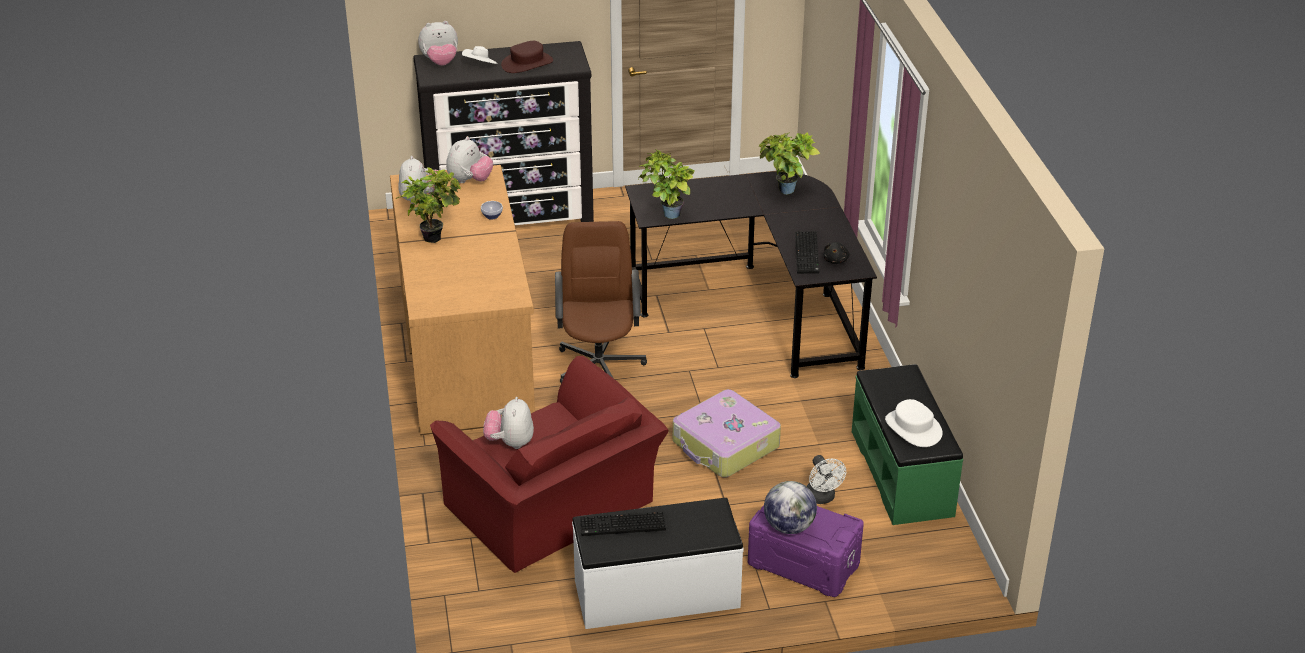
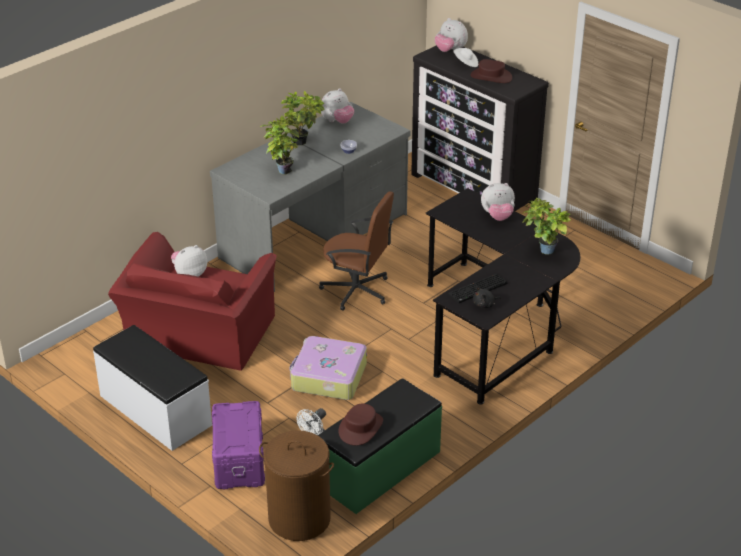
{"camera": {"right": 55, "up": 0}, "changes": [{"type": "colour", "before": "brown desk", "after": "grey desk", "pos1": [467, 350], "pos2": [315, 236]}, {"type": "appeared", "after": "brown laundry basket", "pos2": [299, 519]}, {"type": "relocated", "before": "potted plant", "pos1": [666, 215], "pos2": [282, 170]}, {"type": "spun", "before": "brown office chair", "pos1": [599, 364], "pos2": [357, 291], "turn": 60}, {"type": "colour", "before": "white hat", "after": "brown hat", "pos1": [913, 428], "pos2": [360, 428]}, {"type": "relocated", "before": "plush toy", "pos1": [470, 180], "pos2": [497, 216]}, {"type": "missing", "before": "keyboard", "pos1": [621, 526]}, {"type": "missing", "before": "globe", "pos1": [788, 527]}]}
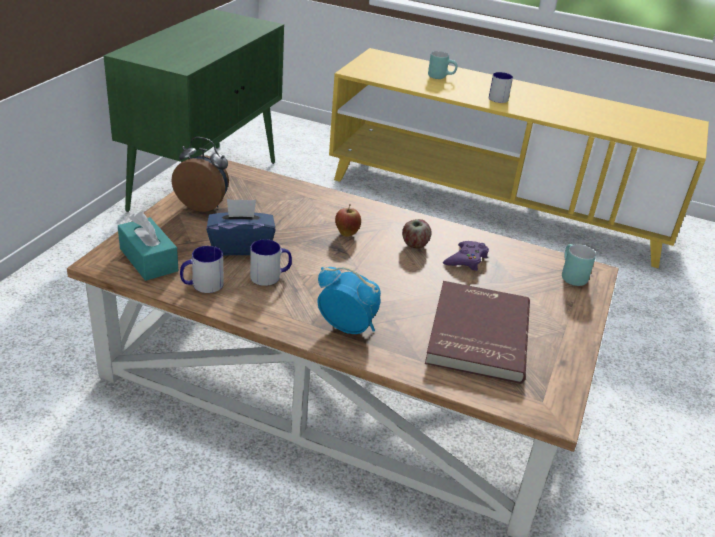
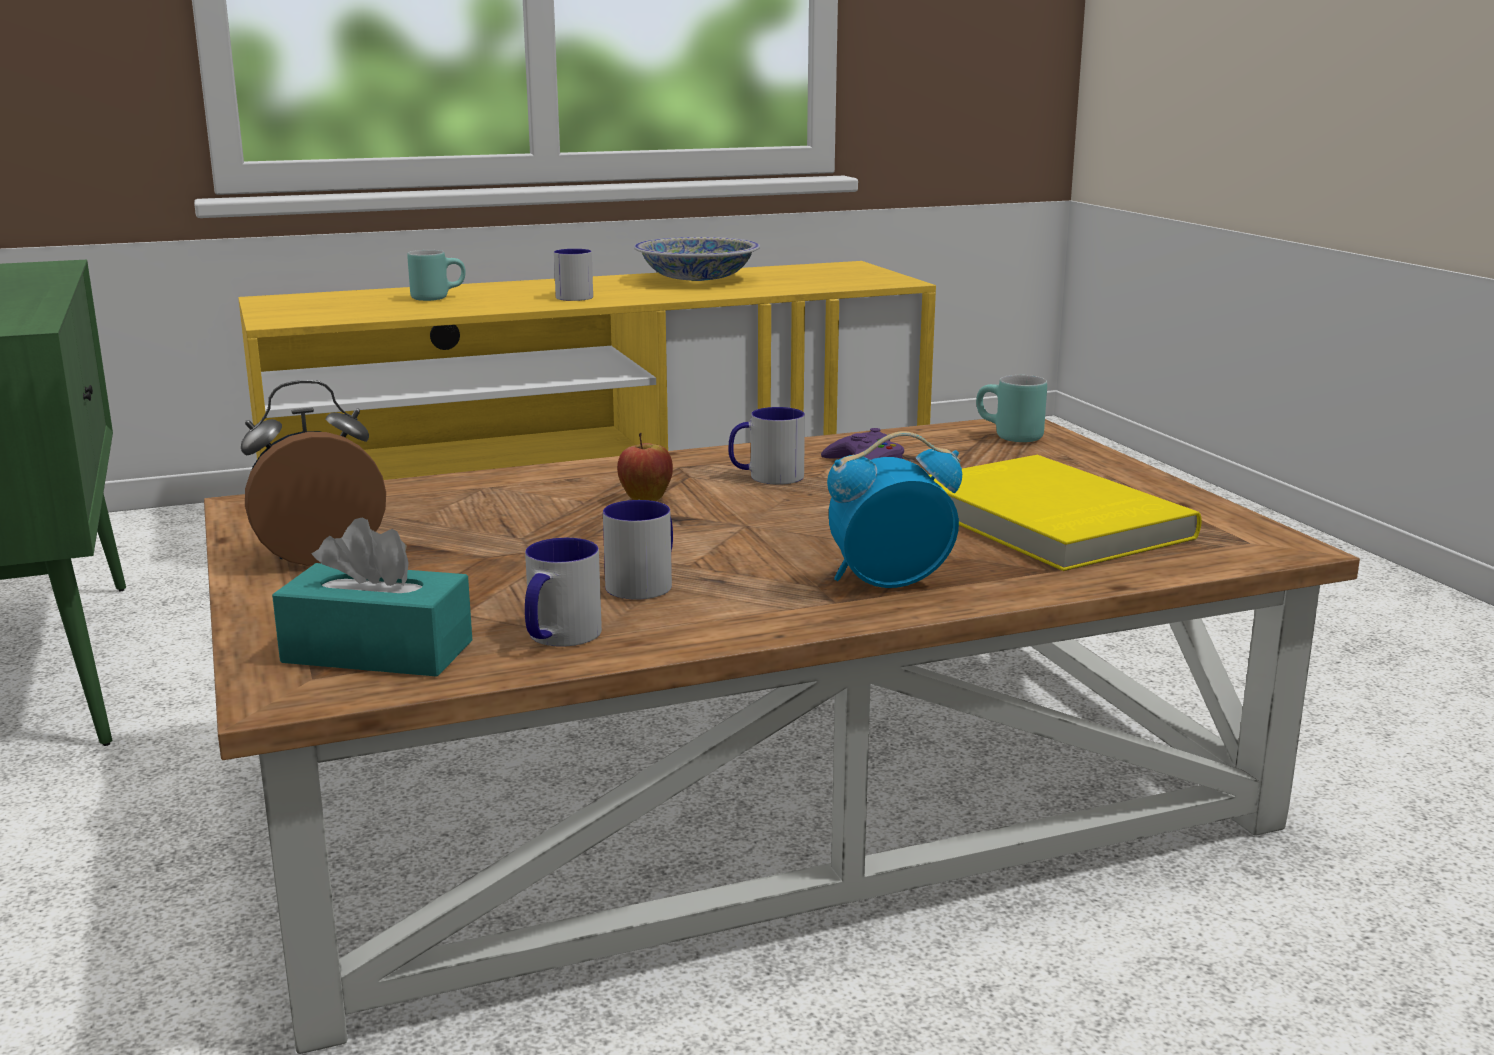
{"camera": {"right": -40, "up": -15}, "changes": [{"type": "appeared", "after": "bowl", "pos2": [697, 279]}, {"type": "exchanged", "before": "apple", "after": "mug", "pos1": [414, 245], "pos2": [766, 477]}, {"type": "colour", "before": "red book", "after": "yellow book", "pos1": [476, 334], "pos2": [1045, 521]}, {"type": "missing", "before": "blue tissue box", "pos1": [241, 247]}]}
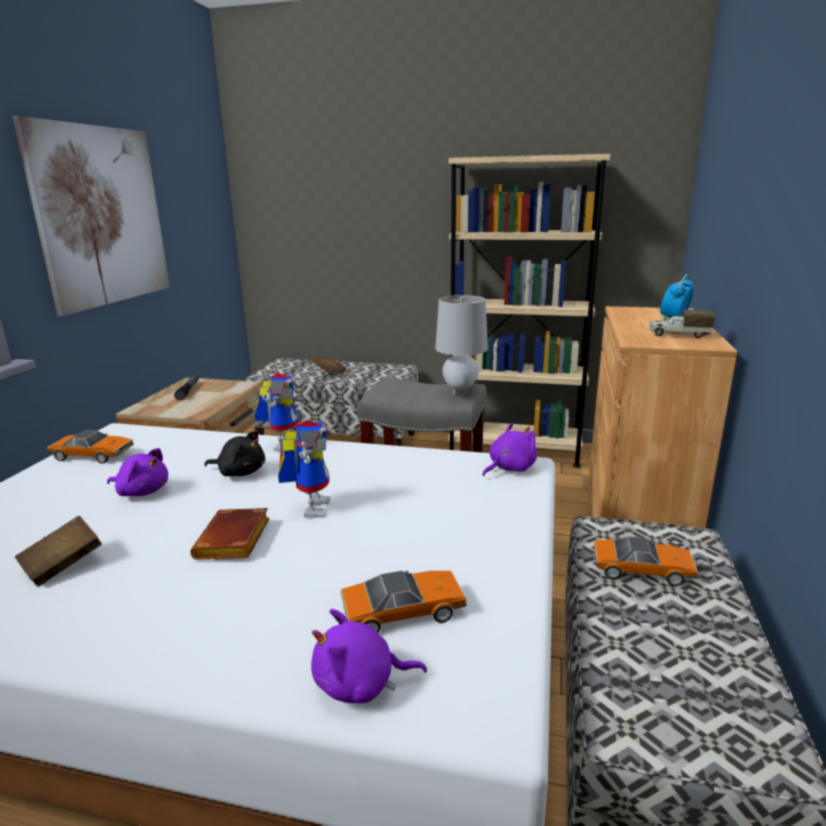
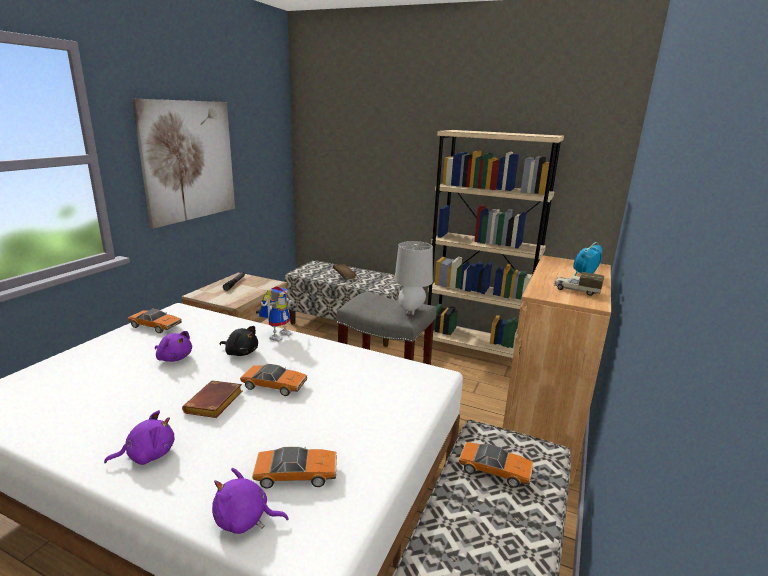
{"camera": {"right": 10, "up": 0}, "changes": [{"type": "relocated", "before": "purple plush toy", "pos1": [509, 468], "pos2": [147, 454]}, {"type": "exchanged", "before": "toy robot", "after": "toy car", "pos1": [311, 506], "pos2": [274, 385]}, {"type": "missing", "before": "brown book", "pos1": [63, 565]}]}
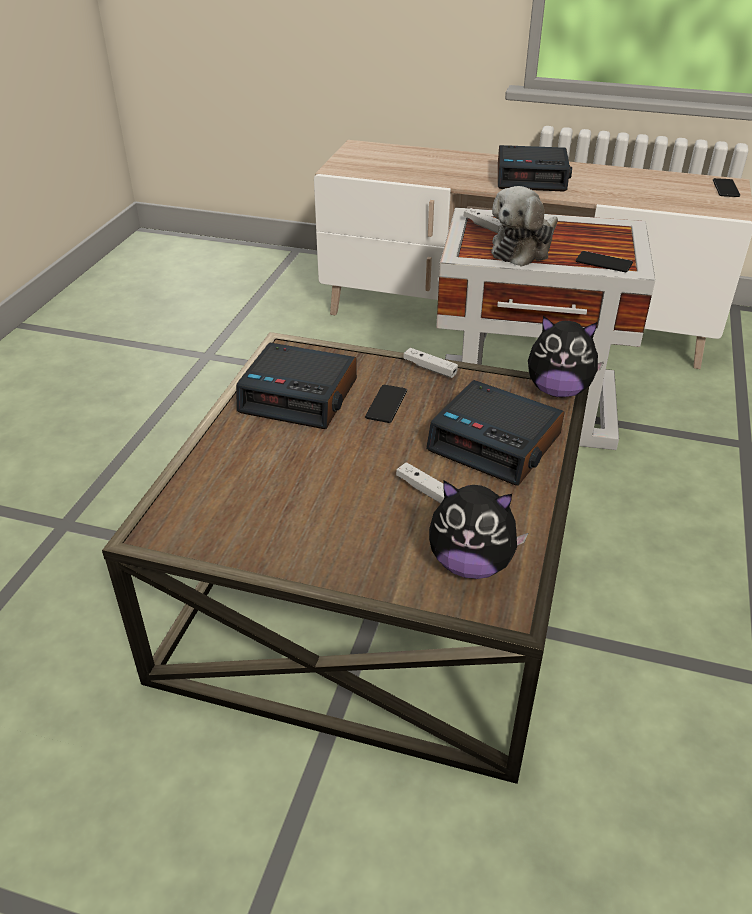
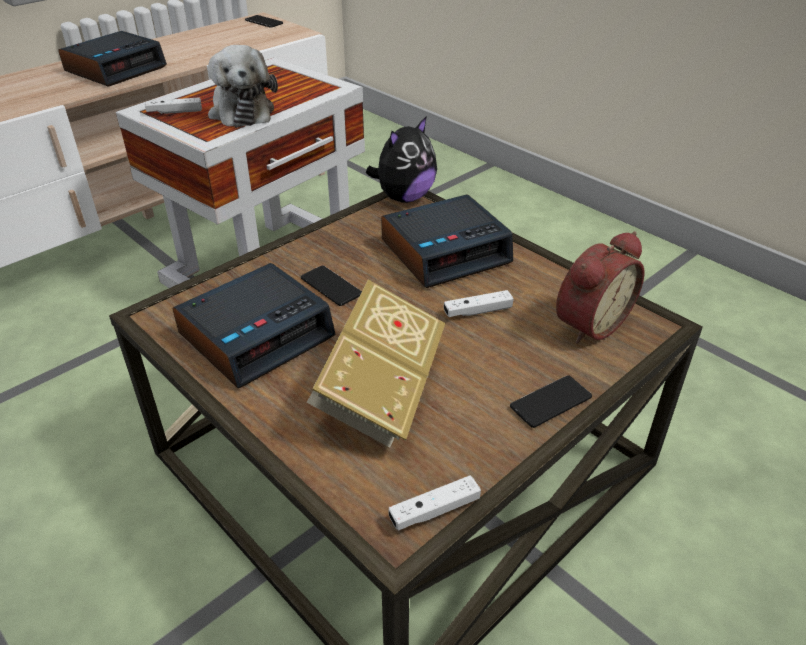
{"camera": {"right": -60, "up": 0}, "changes": [{"type": "appeared", "after": "book", "pos2": [380, 390]}, {"type": "relocated", "before": "white game controller", "pos1": [430, 368], "pos2": [434, 510]}, {"type": "relocated", "before": "phone", "pos1": [603, 262], "pos2": [550, 402]}, {"type": "exchanged", "before": "plush toy", "after": "alarm clock", "pos1": [471, 564], "pos2": [588, 323]}]}
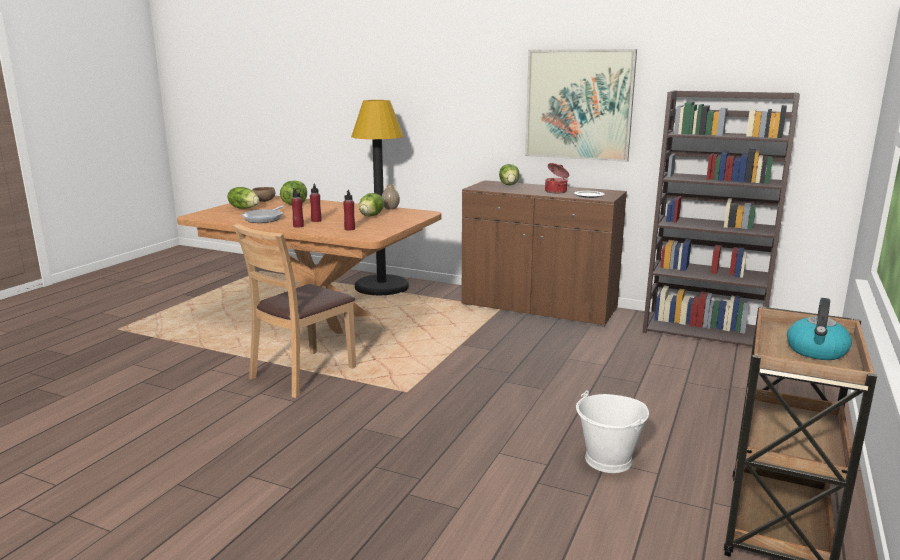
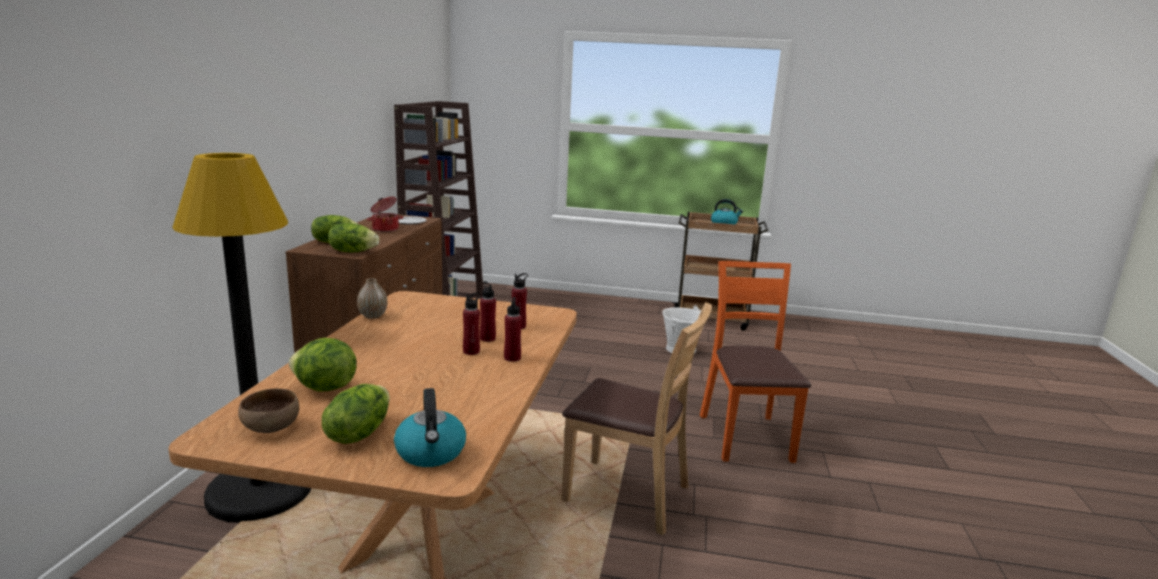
{"camera": {"right": -105, "up": 0}, "changes": [{"type": "relocated", "before": "lettuce", "pos1": [371, 216], "pos2": [353, 251]}, {"type": "appeared", "after": "kettle", "pos2": [431, 453]}, {"type": "appeared", "after": "red bottle", "pos2": [487, 338]}, {"type": "appeared", "after": "orange chair", "pos2": [745, 437]}, {"type": "missing", "before": "frying pan", "pos1": [264, 219]}, {"type": "missing", "before": "picture", "pos1": [578, 105]}]}
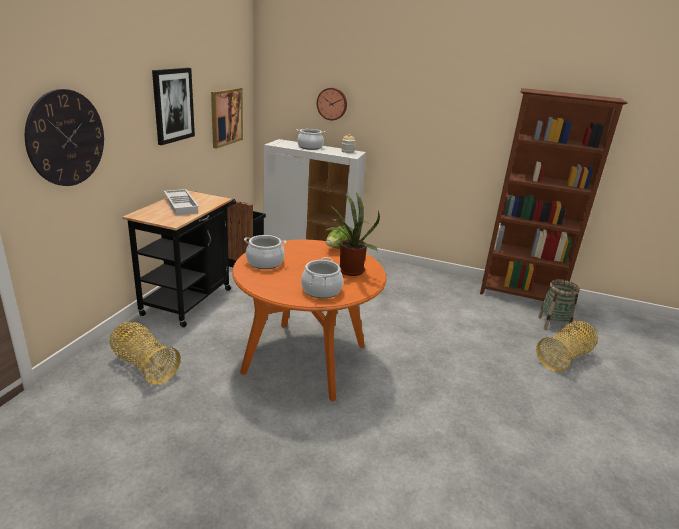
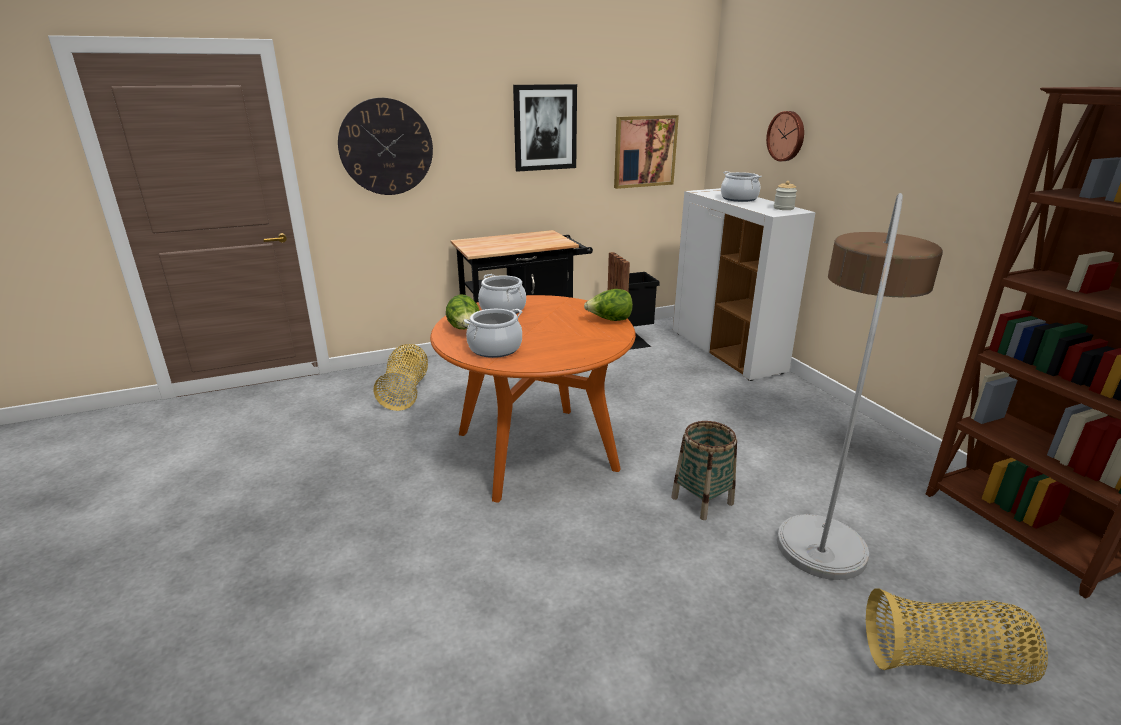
{"camera": {"right": 50, "up": 0}, "changes": [{"type": "appeared", "after": "lettuce", "pos2": [464, 329]}, {"type": "relocated", "before": "basket", "pos1": [553, 324], "pos2": [702, 501]}, {"type": "appeared", "after": "floor lamp", "pos2": [833, 485]}, {"type": "missing", "before": "white tray", "pos1": [182, 205]}, {"type": "missing", "before": "potted plant", "pos1": [348, 271]}]}
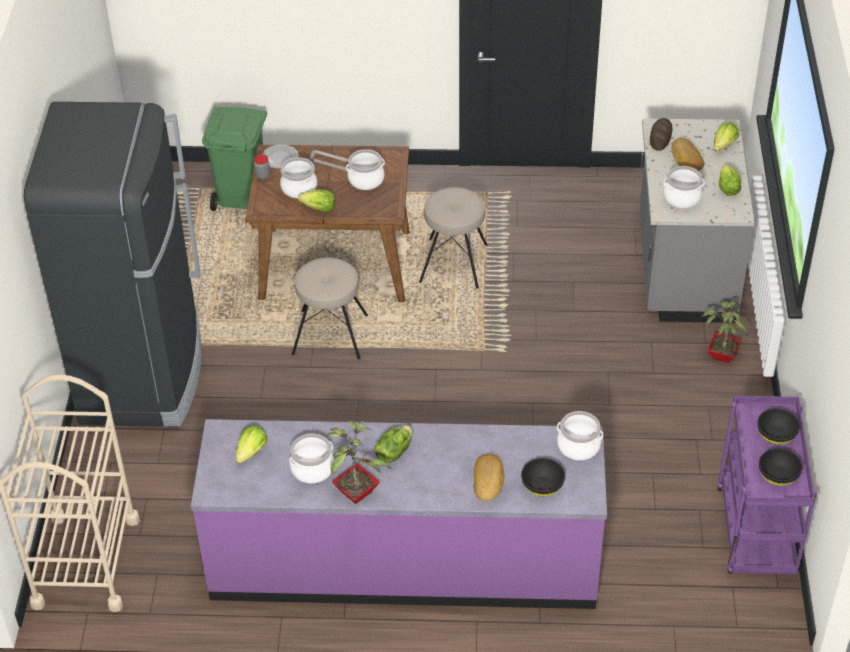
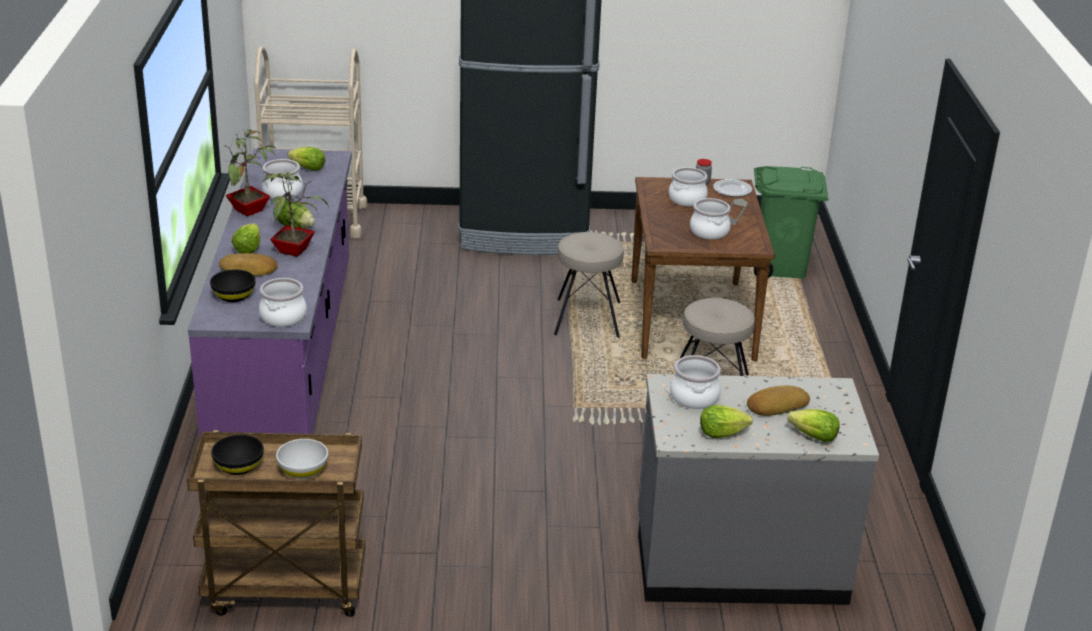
{"camera": {"right": 85, "up": -15}, "changes": [{"type": "colour", "before": "purple cart", "after": "brown cart", "pos1": [757, 533], "pos2": [284, 590]}, {"type": "relocated", "before": "lettuce", "pos1": [319, 209], "pos2": [248, 249]}, {"type": "relocated", "before": "potted plant", "pos1": [721, 355], "pos2": [294, 250]}, {"type": "colour", "before": "black bowl", "after": "white bowl", "pos1": [776, 435], "pos2": [303, 471]}, {"type": "missing", "before": "bread", "pos1": [660, 136]}]}
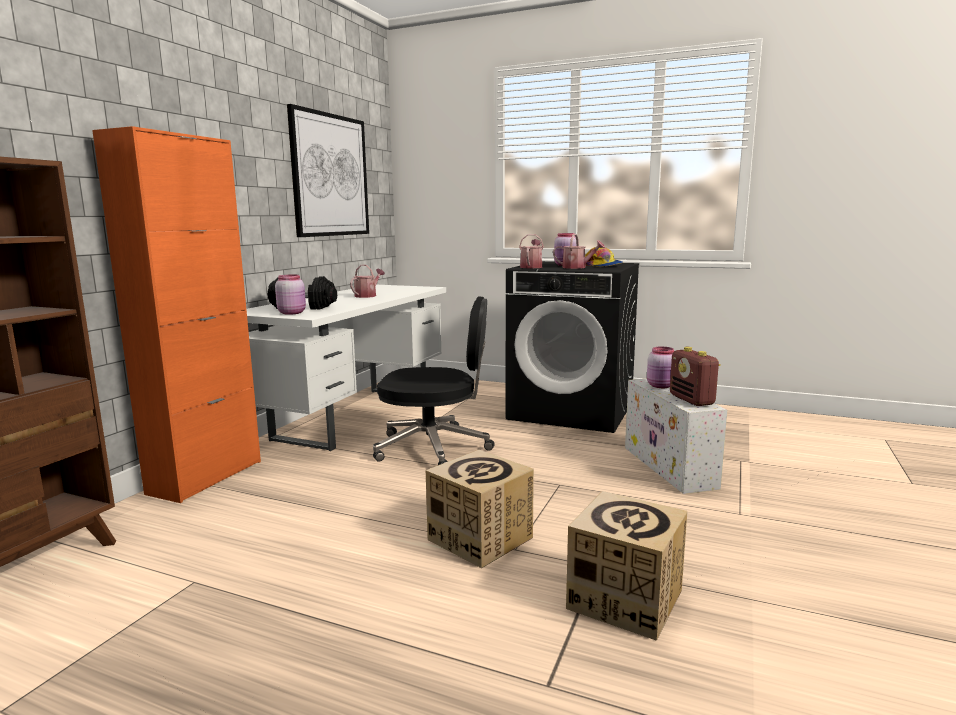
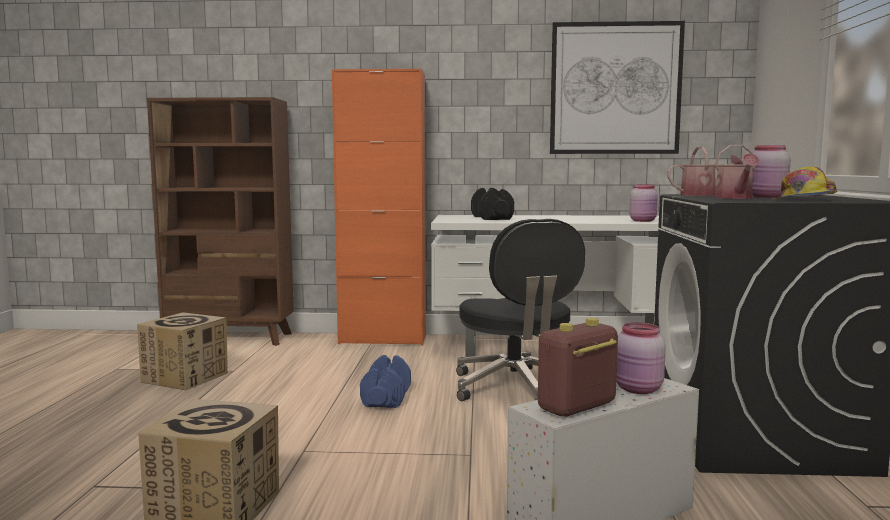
{"camera": {"right": 70, "up": -5}, "changes": [{"type": "relocated", "before": "cardboard box", "pos1": [480, 539], "pos2": [185, 377]}, {"type": "appeared", "after": "blue dumbbell", "pos2": [386, 398]}, {"type": "relocated", "before": "pink jar", "pos1": [292, 313], "pos2": [643, 221]}, {"type": "missing", "before": "watering can", "pos1": [367, 295]}]}
